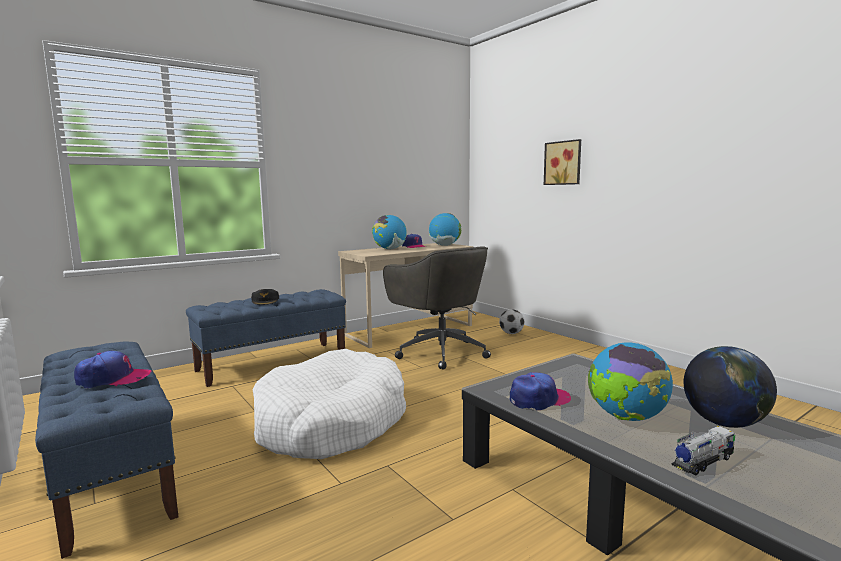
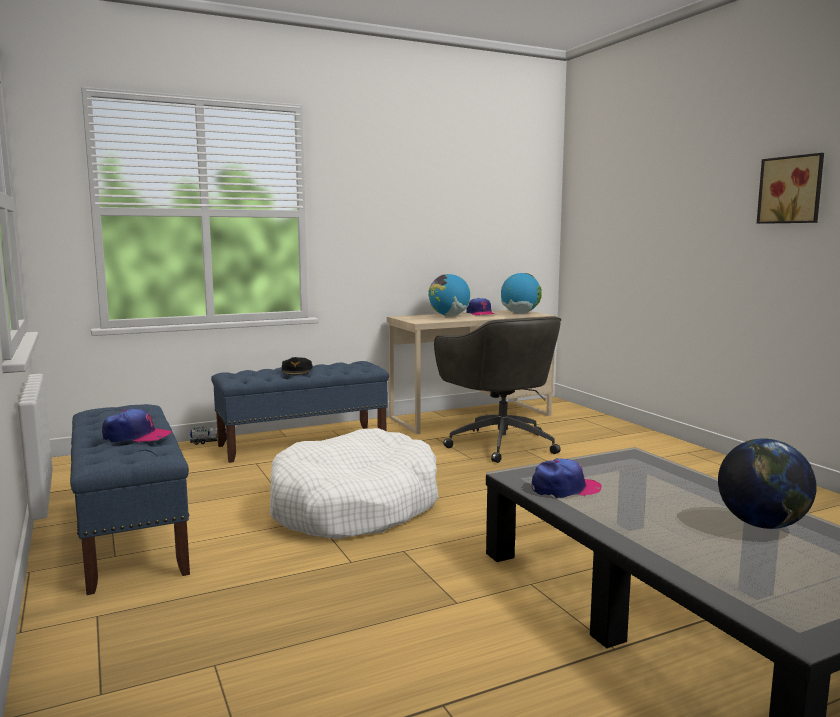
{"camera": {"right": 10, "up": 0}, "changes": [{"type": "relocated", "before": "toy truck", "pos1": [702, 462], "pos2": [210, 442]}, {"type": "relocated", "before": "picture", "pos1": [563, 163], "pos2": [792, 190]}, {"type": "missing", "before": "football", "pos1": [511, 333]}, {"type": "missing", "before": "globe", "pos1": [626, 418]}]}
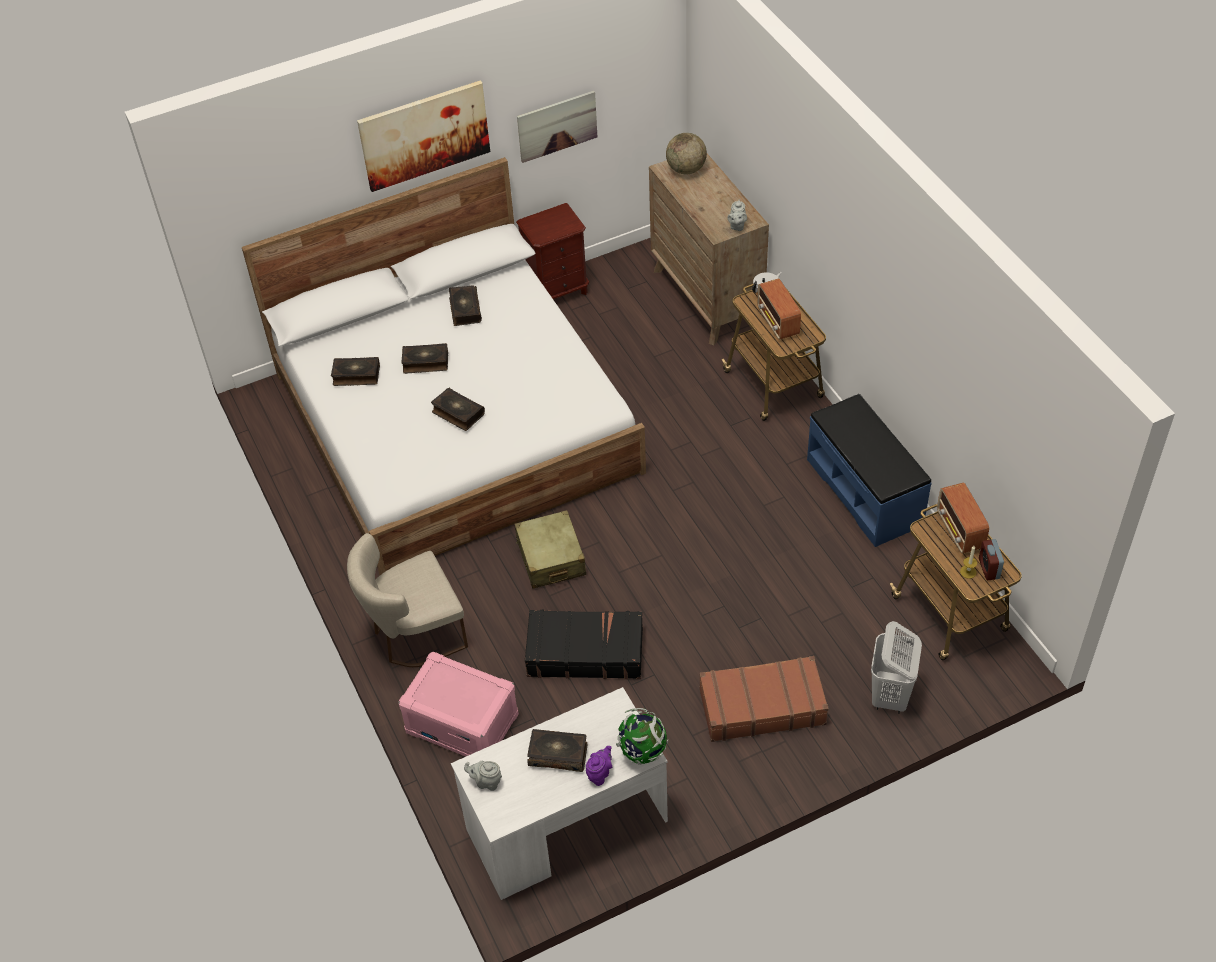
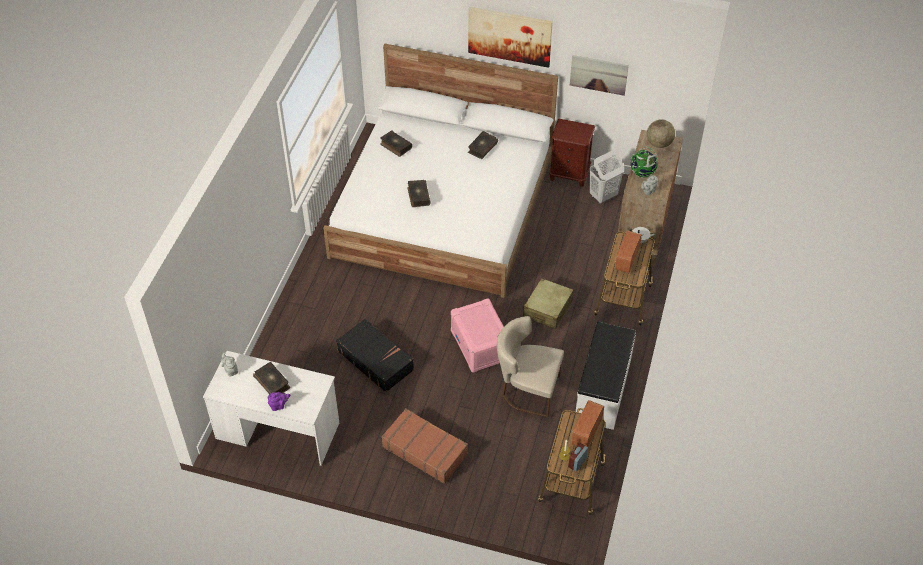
{"camera": {"right": 40, "up": 0}, "changes": [{"type": "relocated", "before": "pink storage box", "pos1": [463, 723], "pos2": [480, 345]}, {"type": "relocated", "before": "beige chair", "pos1": [413, 635], "pos2": [527, 390]}, {"type": "relocated", "before": "beige suitcase", "pos1": [551, 558], "pos2": [547, 309]}, {"type": "colour", "before": "blue bench", "after": "white bench", "pos1": [865, 491], "pos2": [604, 389]}, {"type": "relocated", "before": "white laundry basket", "pos1": [890, 696], "pos2": [603, 196]}, {"type": "relocated", "before": "globe", "pos1": [642, 751], "pos2": [642, 173]}, {"type": "missing", "before": "book", "pos1": [425, 362]}]}
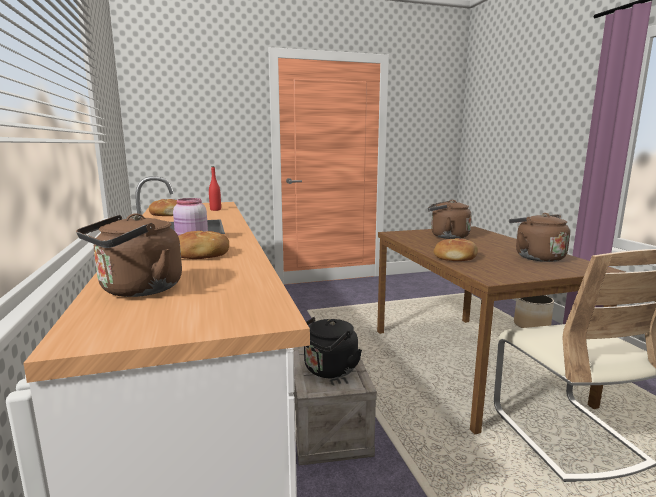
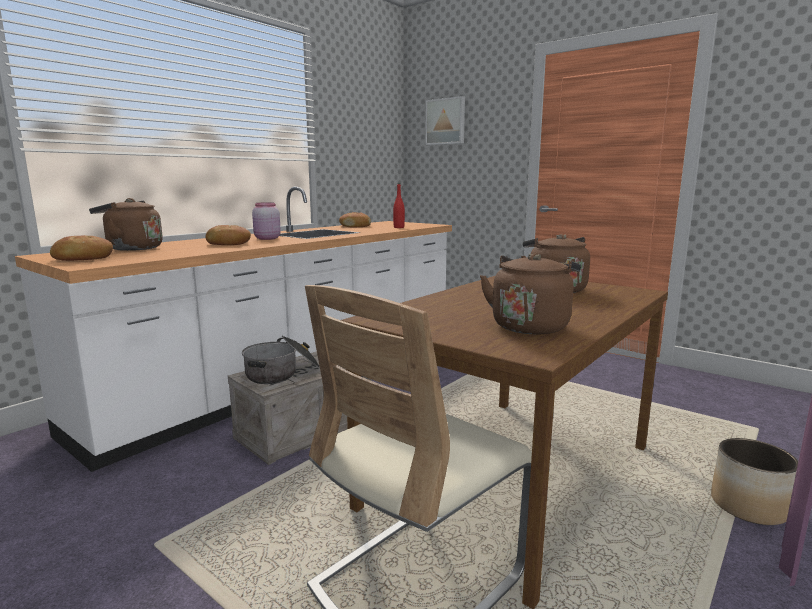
{"camera": {"right": 55, "up": 0}, "changes": [{"type": "relocated", "before": "bread", "pos1": [455, 257], "pos2": [82, 258]}, {"type": "exchanged", "before": "black kettle", "after": "cooking pot", "pos1": [328, 370], "pos2": [282, 373]}, {"type": "appeared", "after": "picture", "pos2": [446, 121]}]}
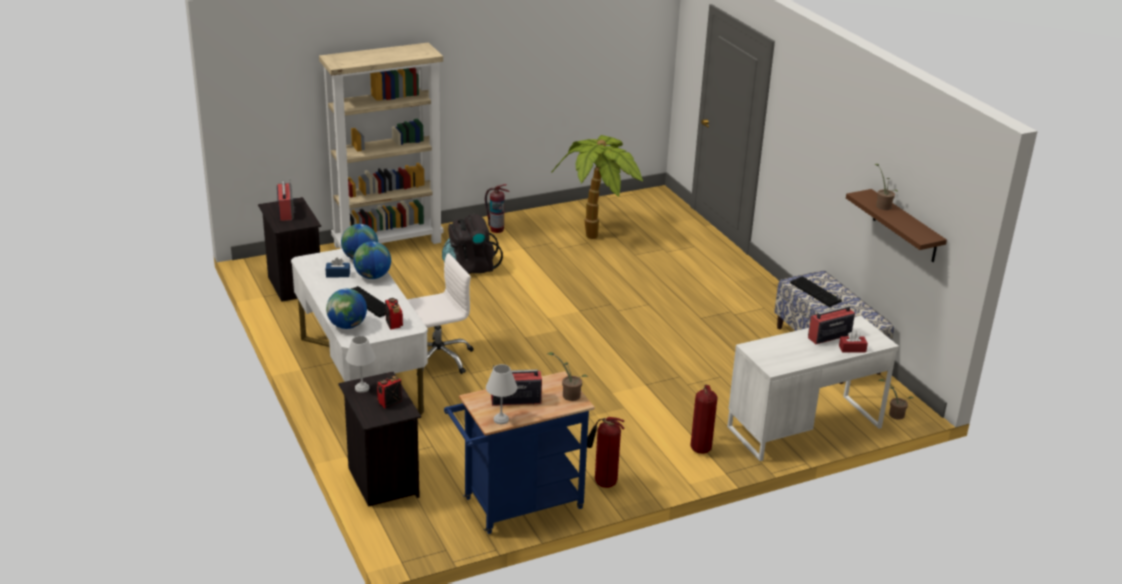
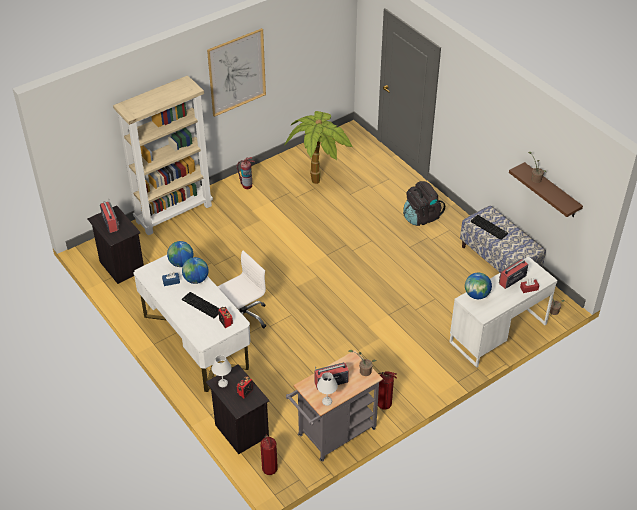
{"camera": {"right": -10, "up": 15}, "changes": [{"type": "appeared", "after": "picture", "pos2": [237, 72]}, {"type": "relocated", "before": "fire extinguisher", "pos1": [699, 448], "pos2": [269, 468]}, {"type": "colour", "before": "blue cart", "after": "grey cart", "pos1": [516, 506], "pos2": [333, 435]}, {"type": "relocated", "before": "black backpack", "pos1": [470, 268], "pos2": [421, 217]}, {"type": "relocated", "before": "globe", "pos1": [347, 326], "pos2": [476, 295]}]}
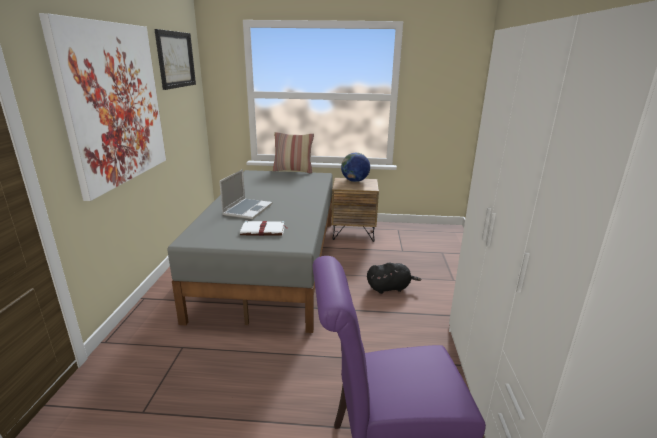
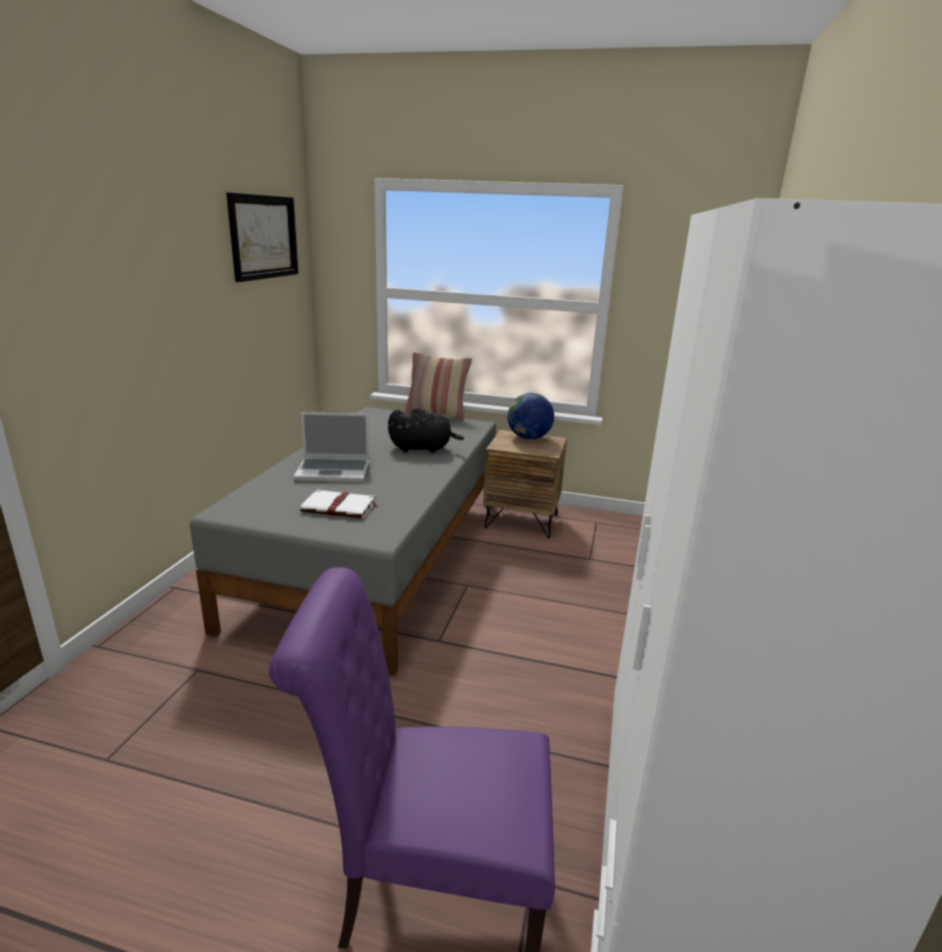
{"camera": {"right": 10, "up": 0}, "changes": [{"type": "spun", "before": "laptop", "pos1": [247, 209], "pos2": [334, 471], "turn": 60}, {"type": "relocated", "before": "black plush toy", "pos1": [390, 288], "pos2": [423, 448]}, {"type": "missing", "before": "picture", "pos1": [114, 104]}]}
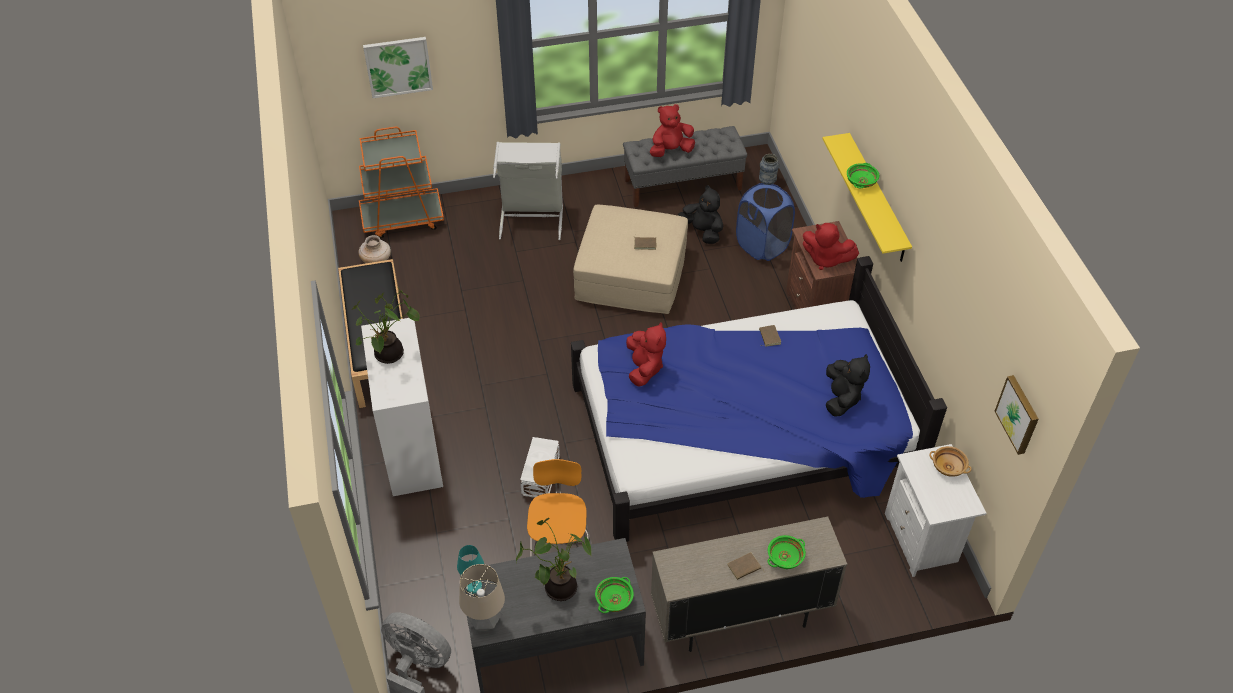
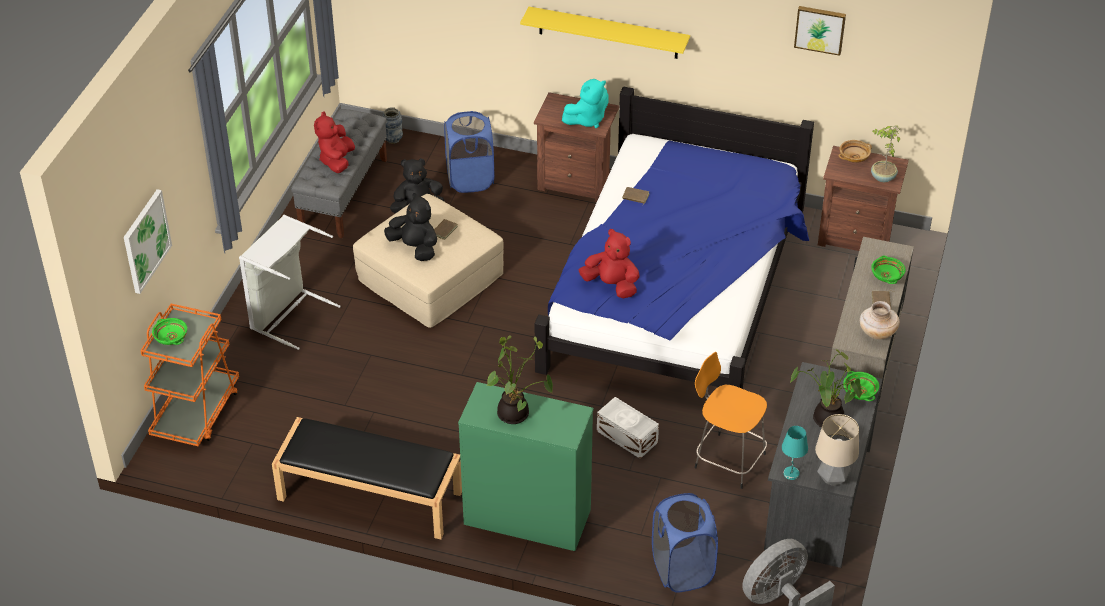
{"camera": {"right": -60, "up": -5}, "changes": [{"type": "relocated", "before": "green bowl", "pos1": [861, 181], "pos2": [170, 338]}, {"type": "relocated", "before": "black plush toy", "pos1": [841, 398], "pos2": [415, 248]}, {"type": "colour", "before": "white dresser", "after": "green dresser", "pos1": [412, 450], "pos2": [527, 517]}, {"type": "colour", "before": "red plush toy", "after": "turquoise plush toy", "pos1": [825, 259], "pos2": [587, 119]}, {"type": "appeared", "after": "blue laundry basket", "pos2": [682, 570]}, {"type": "relocated", "before": "picture", "pos1": [1019, 414], "pos2": [820, 29]}, {"type": "colour", "before": "white nightstand", "after": "brown nightstand", "pos1": [922, 540], "pos2": [856, 237]}, {"type": "relocated", "before": "beige vase", "pos1": [376, 261], "pos2": [877, 333]}, {"type": "appeared", "after": "potted plant", "pos2": [882, 177]}]}
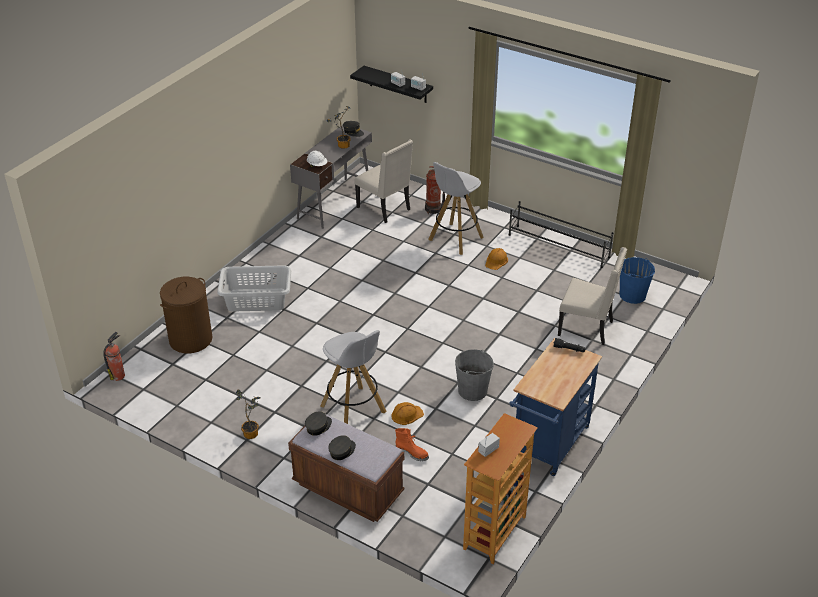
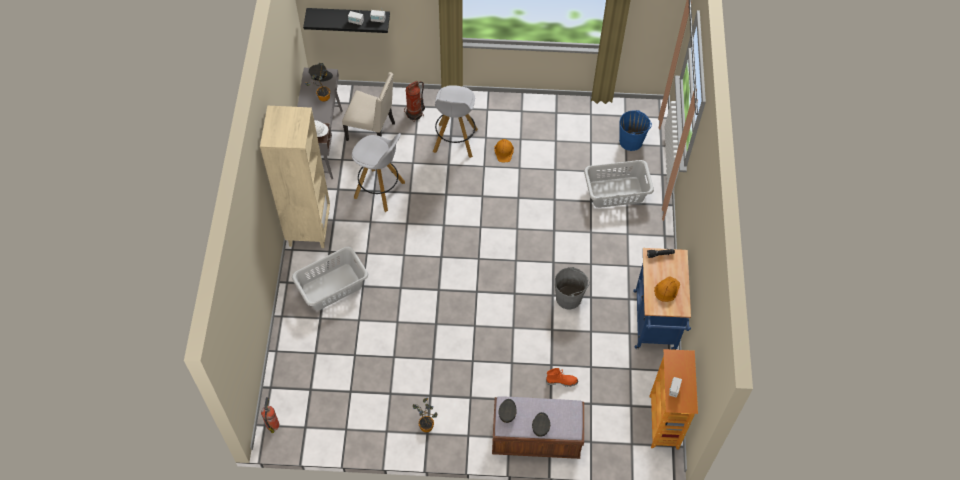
{"camera": {"right": -30, "up": 20}, "changes": [{"type": "appeared", "after": "beige bookcase", "pos2": [309, 228]}, {"type": "relocated", "before": "white stool", "pos1": [354, 410], "pos2": [380, 190]}, {"type": "exchanged", "before": "beige chair", "after": "grey laundry basket", "pos1": [587, 328], "pos2": [616, 192]}, {"type": "relocated", "before": "orange hard hat", "pos1": [406, 414], "pos2": [667, 289]}, {"type": "missing", "before": "brown laundry basket", "pos1": [190, 339]}, {"type": "missing", "before": "black shoe rack", "pos1": [558, 246]}]}
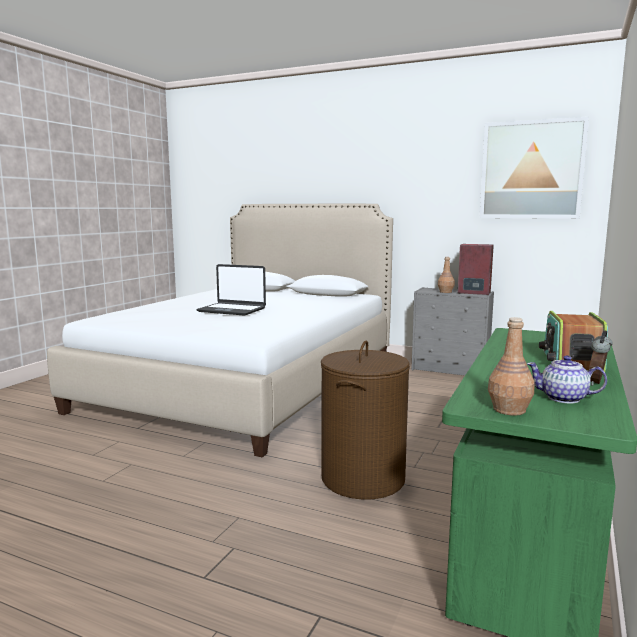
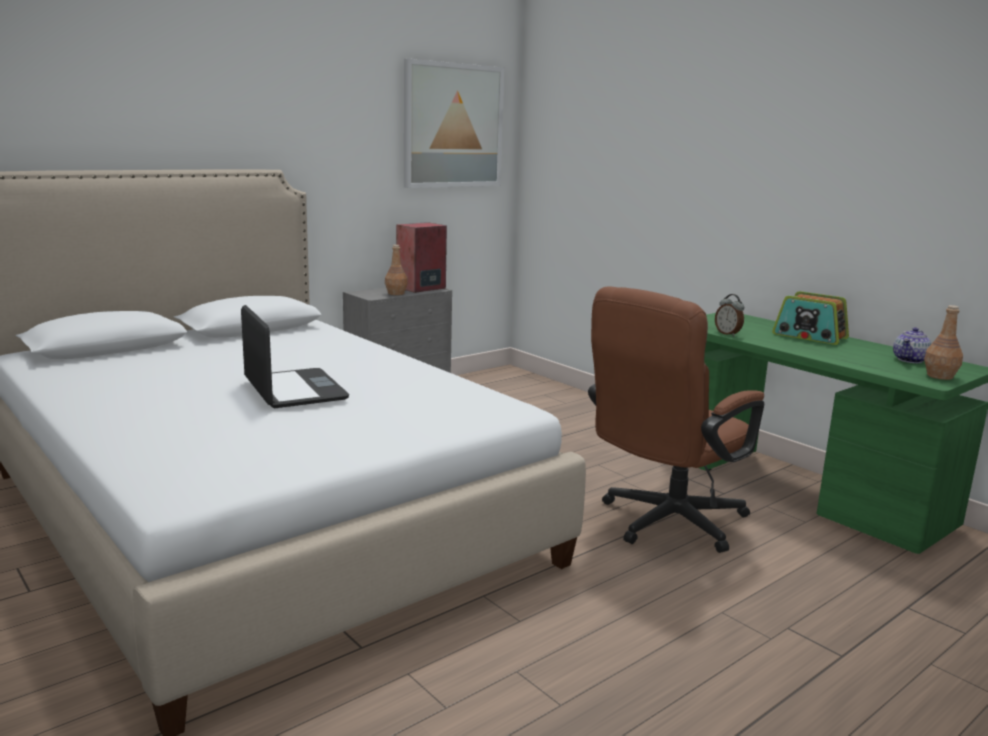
{"camera": {"right": -65, "up": 5}, "changes": [{"type": "spun", "before": "laptop", "pos1": [232, 310], "pos2": [293, 390], "turn": -75}, {"type": "exchanged", "before": "brown laundry basket", "after": "brown office chair", "pos1": [362, 478], "pos2": [664, 524]}, {"type": "relocated", "before": "alarm clock", "pos1": [597, 382], "pos2": [728, 334]}]}
